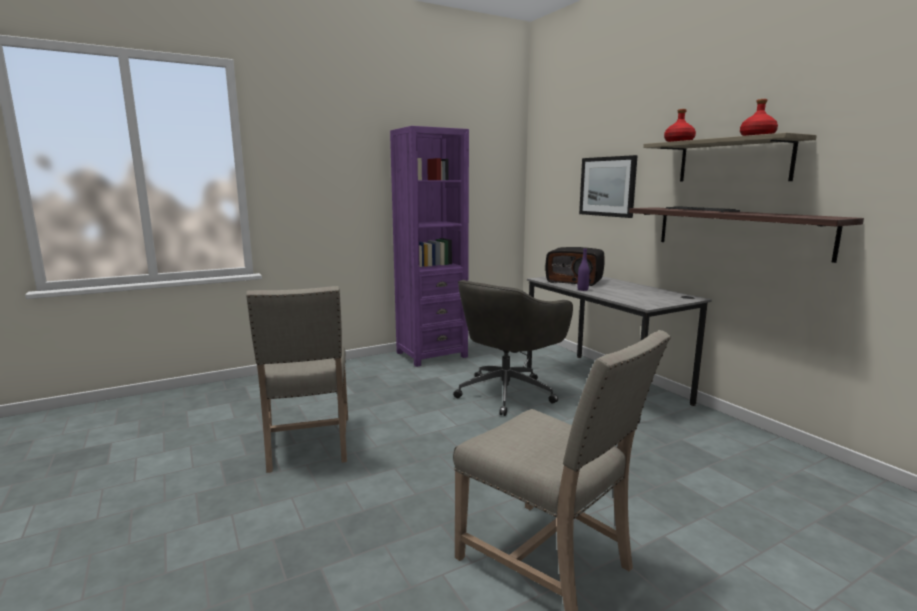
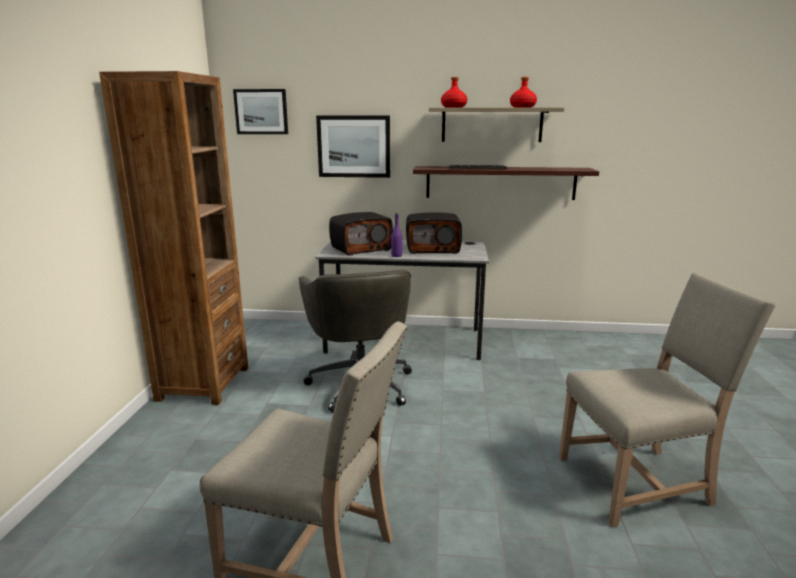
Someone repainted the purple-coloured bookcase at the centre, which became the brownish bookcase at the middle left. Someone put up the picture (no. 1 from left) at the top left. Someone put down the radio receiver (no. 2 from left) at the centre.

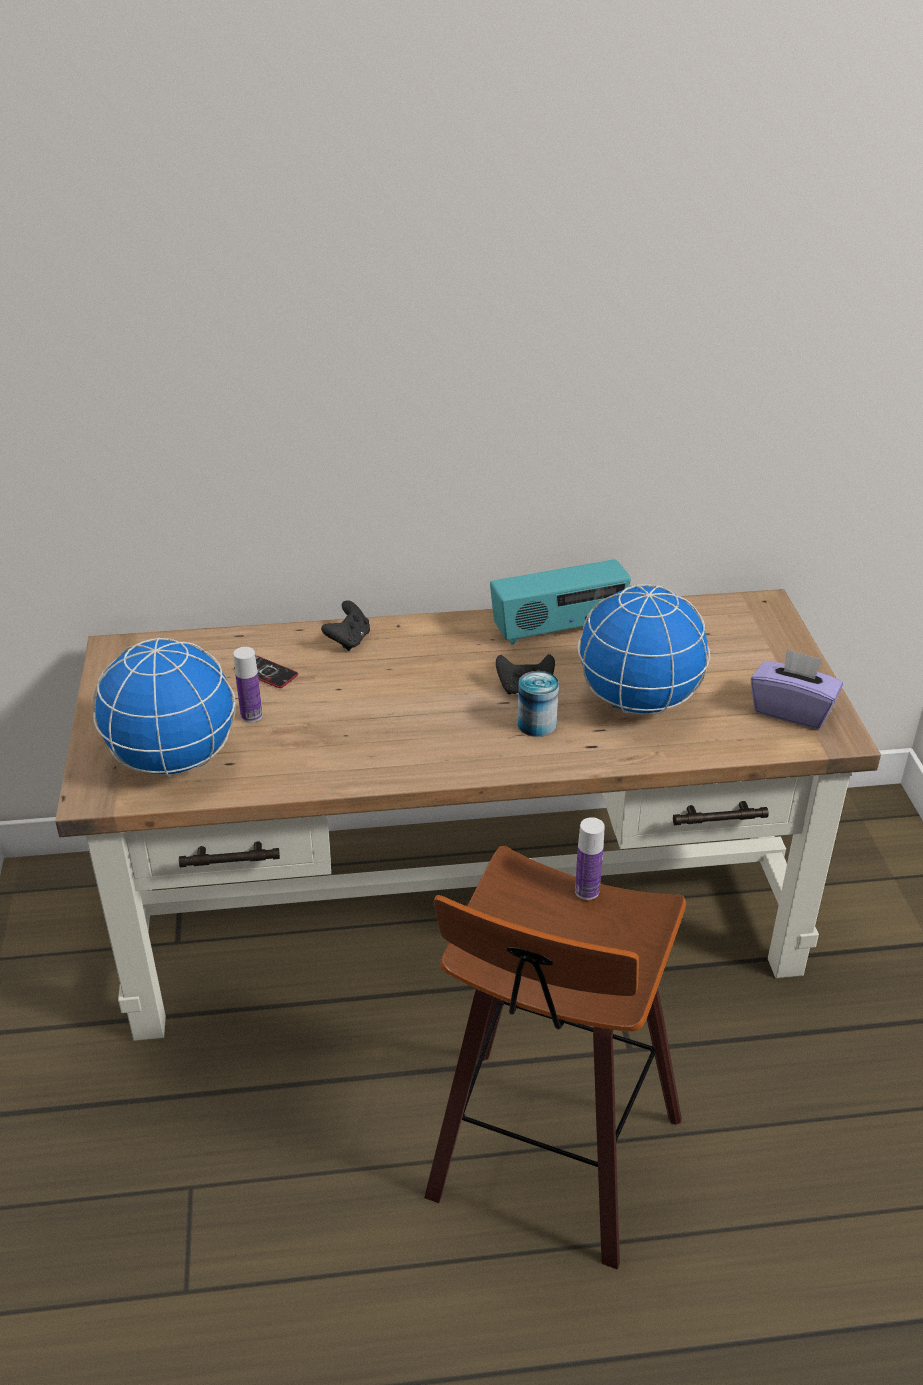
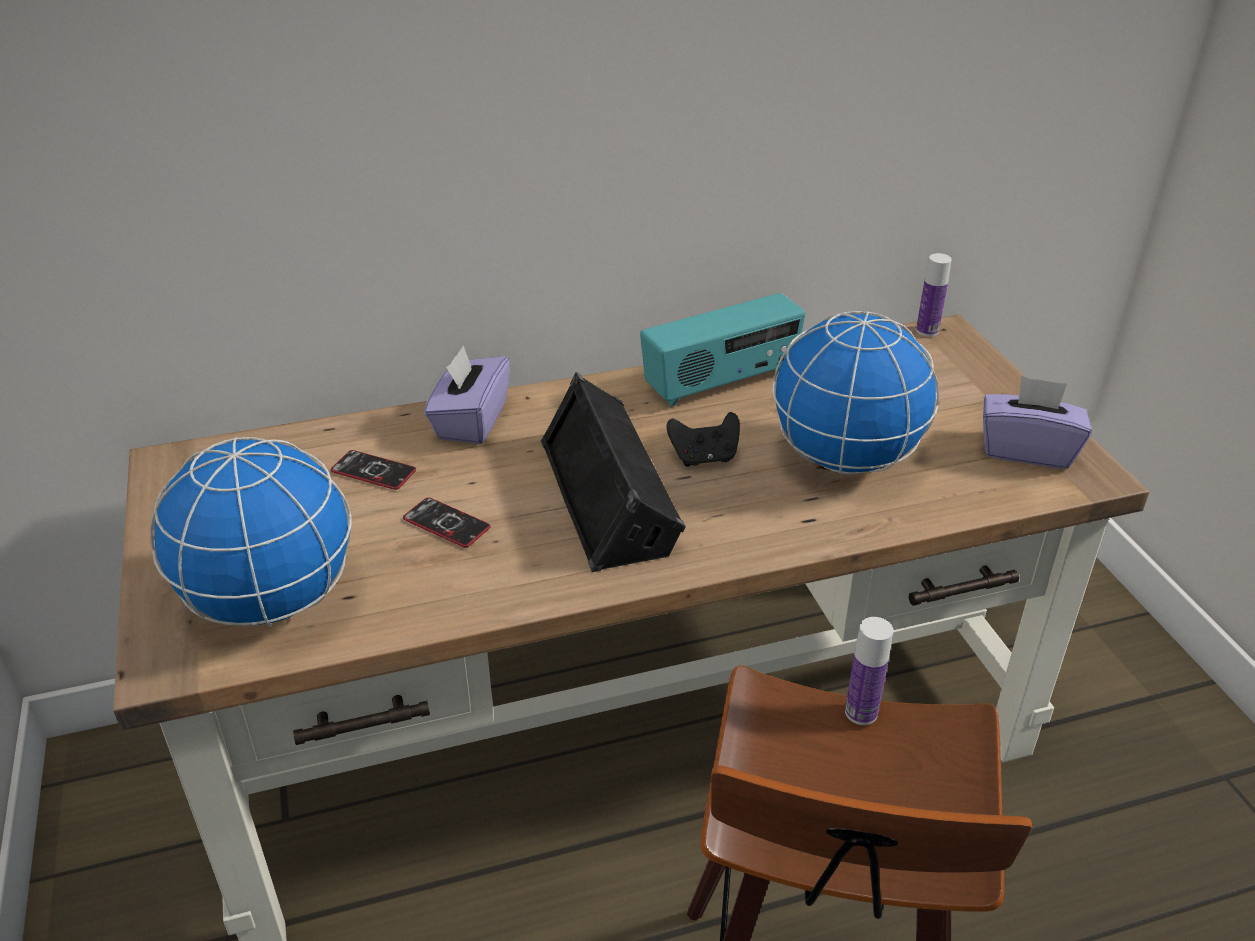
Someone swapped the black-coloured game controller (no. 1 from left) at the centre for the purple-coloured tissue holder (no. 1 from left) at the centre. Someone carried the bottle (no. 1 from left in the first image) from the middle left to the top right. Someone took away the sealed can at the centre. Someone put down the black-coloured loudspeaker at the centre. Someone put down the phone (no. 2 from left) at the centre.

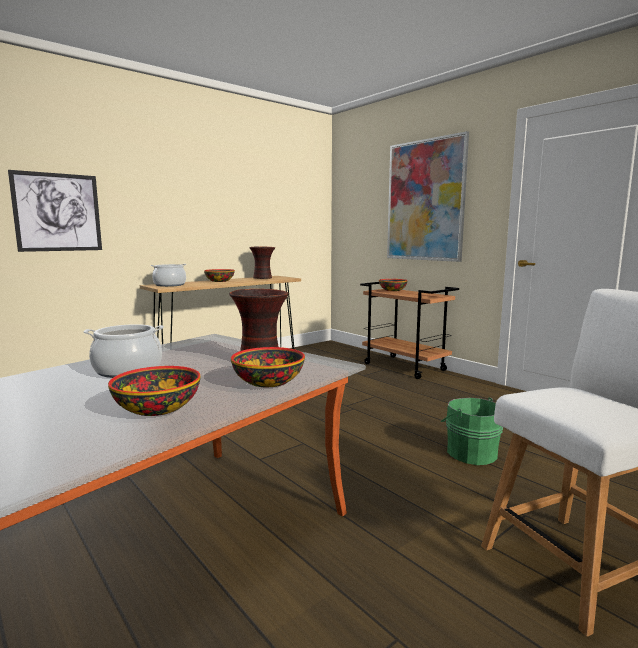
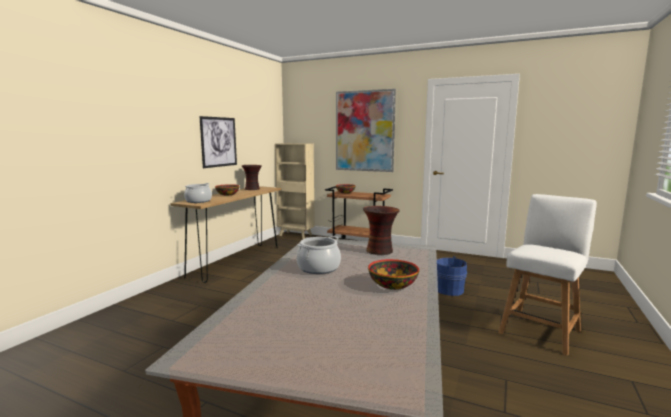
Someone carried the picture (no. 1 from left) from the top left to the middle left. Someone took away the deep dish (no. 3 from left) at the centre. Someone repainted the green-coloured bucket at the middle right, which became the bluish bucket at the middle right. Someone put down the sand-coloured bookcase at the centre.

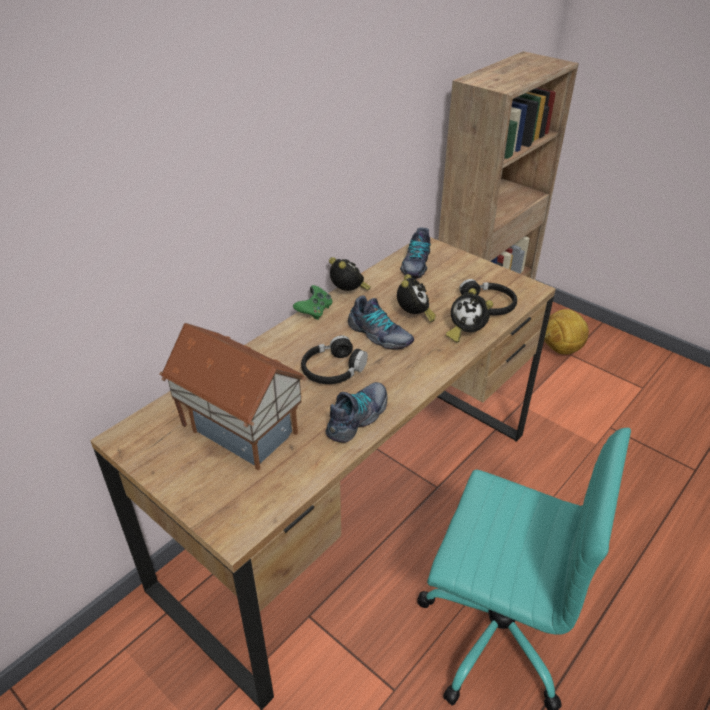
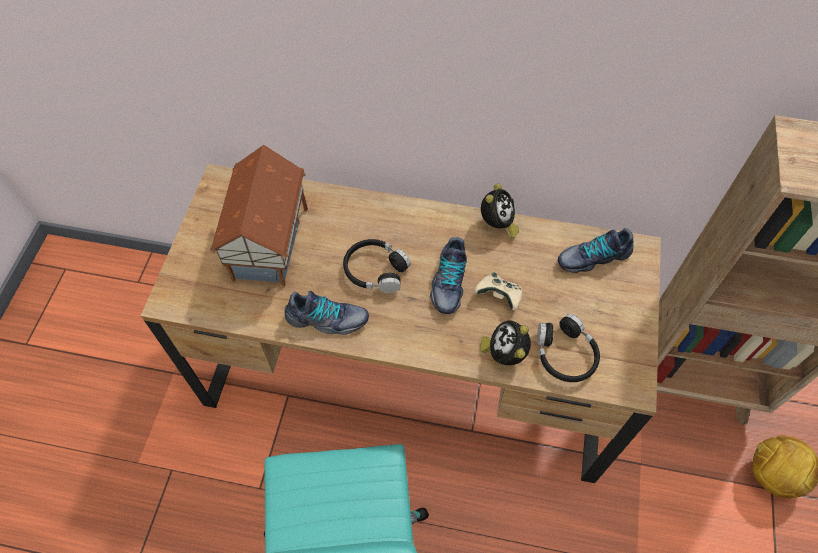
Someone swapped the table clock (no. 2 from left) at the centre for the sand-coloured game controller at the centre. Someone took away the green-coloured game controller at the centre.

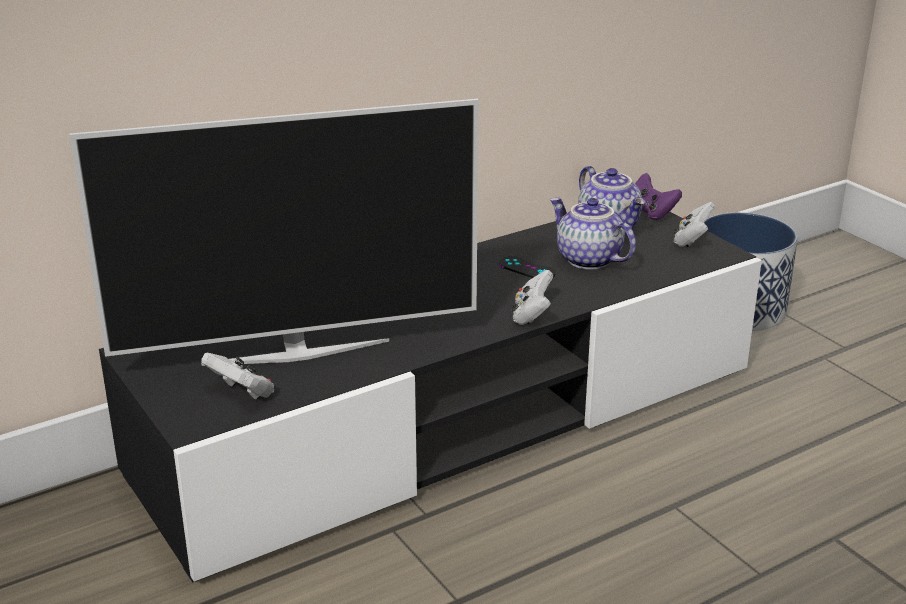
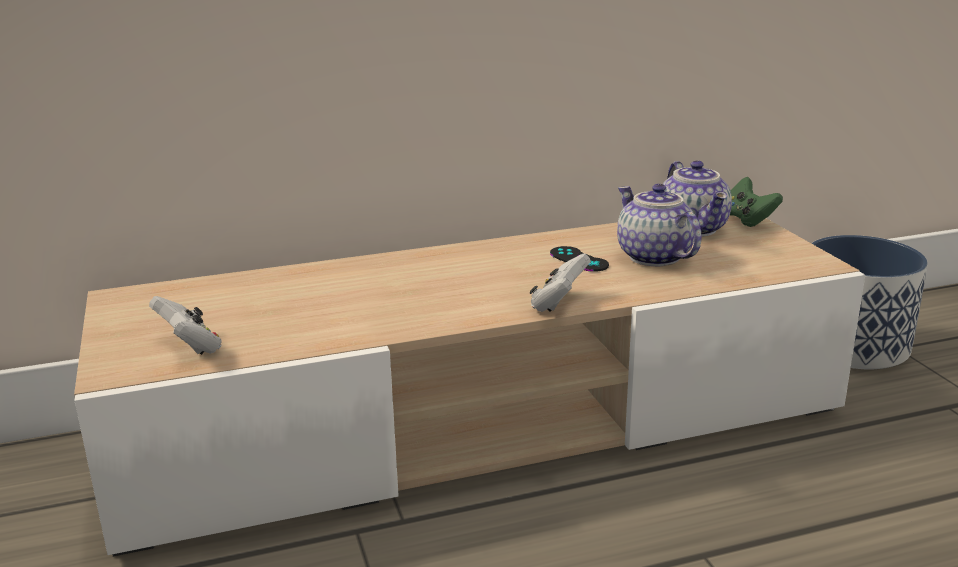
Someone took away the TV at the middle left. Someone repainted the purple-coloured game controller at the top right, which became the green-coloured game controller at the middle right. Someone took away the white-coloured game controller (no. 3 from left) at the middle right. Someone repainted the black-coloured media console at the centre, which became the sand-coloured media console at the bottom centre.

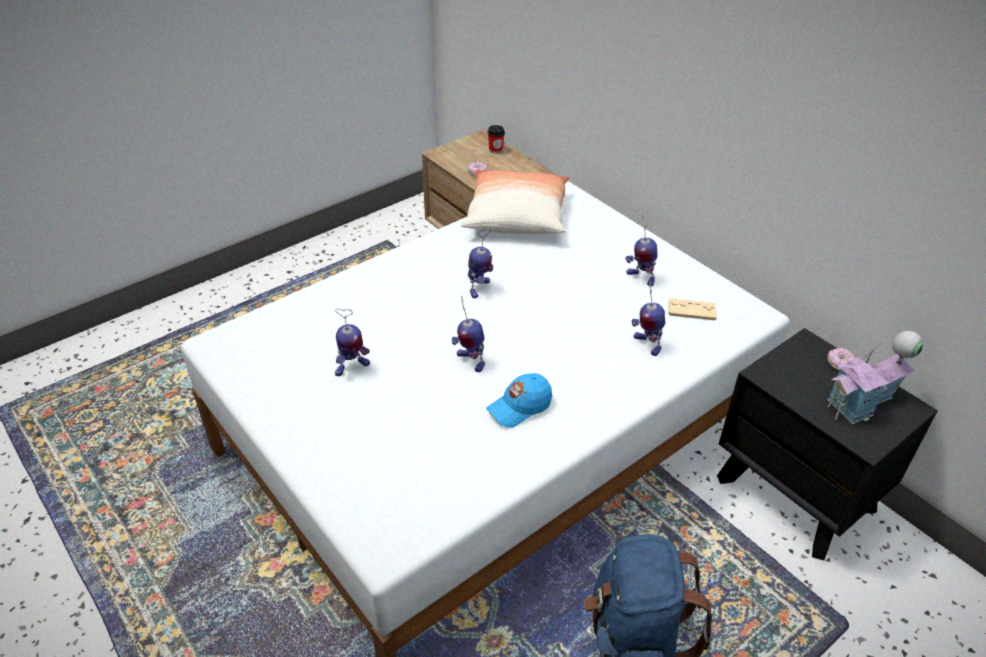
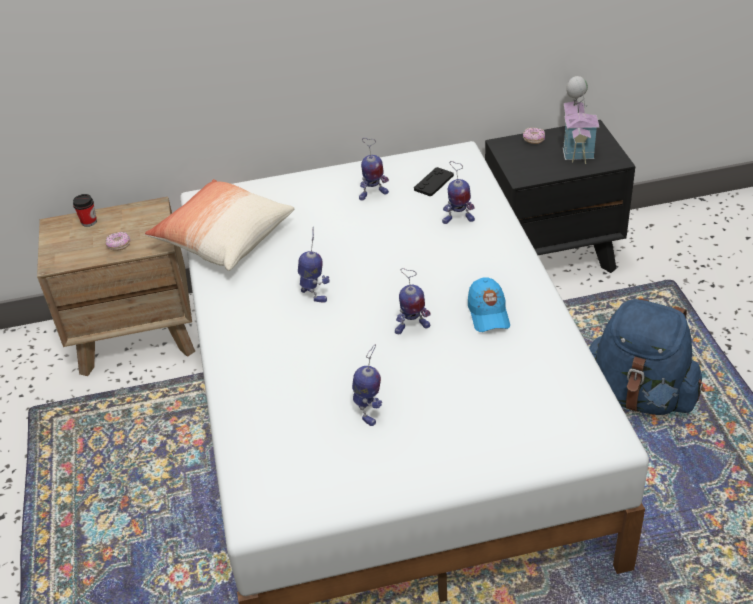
Someone repainted the sand-coloured game controller at the middle right, which became the black-coloured game controller at the top centre.

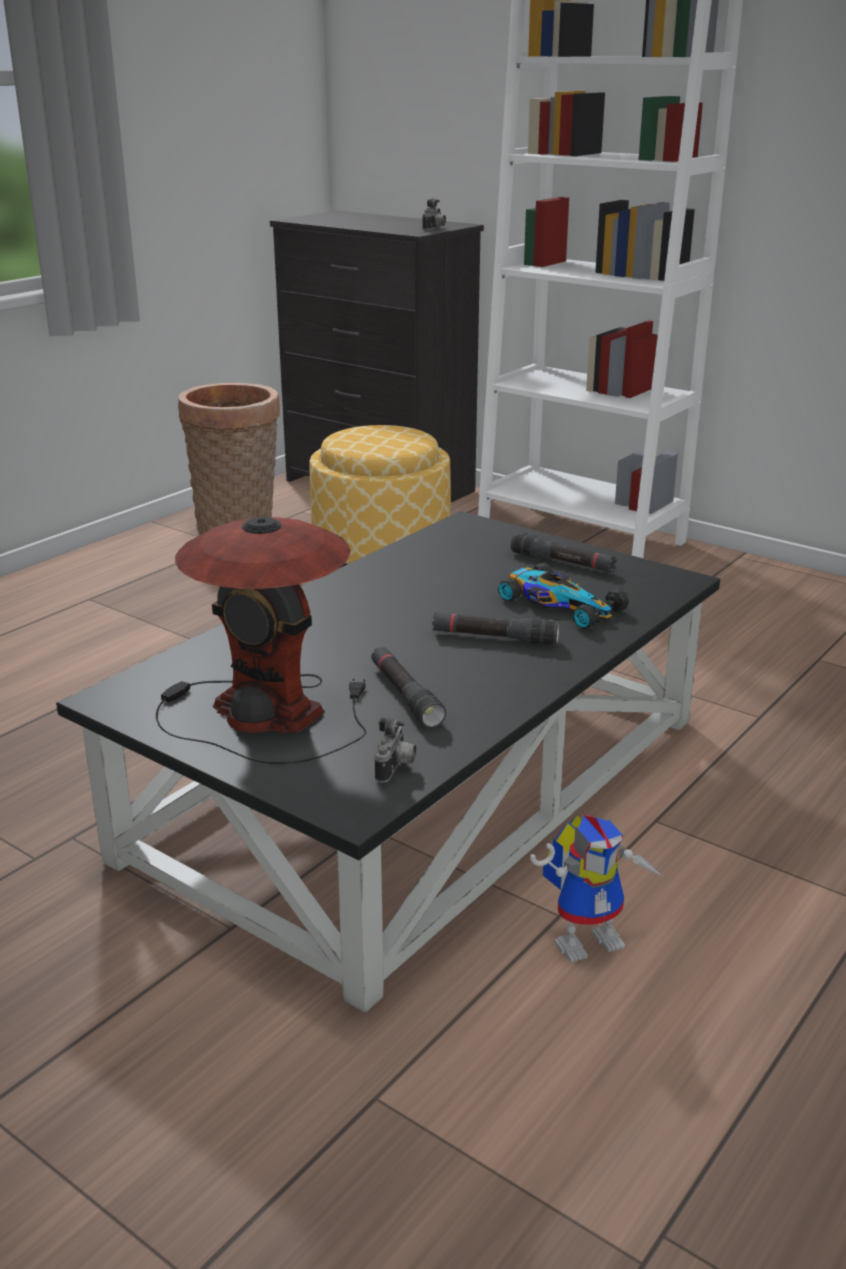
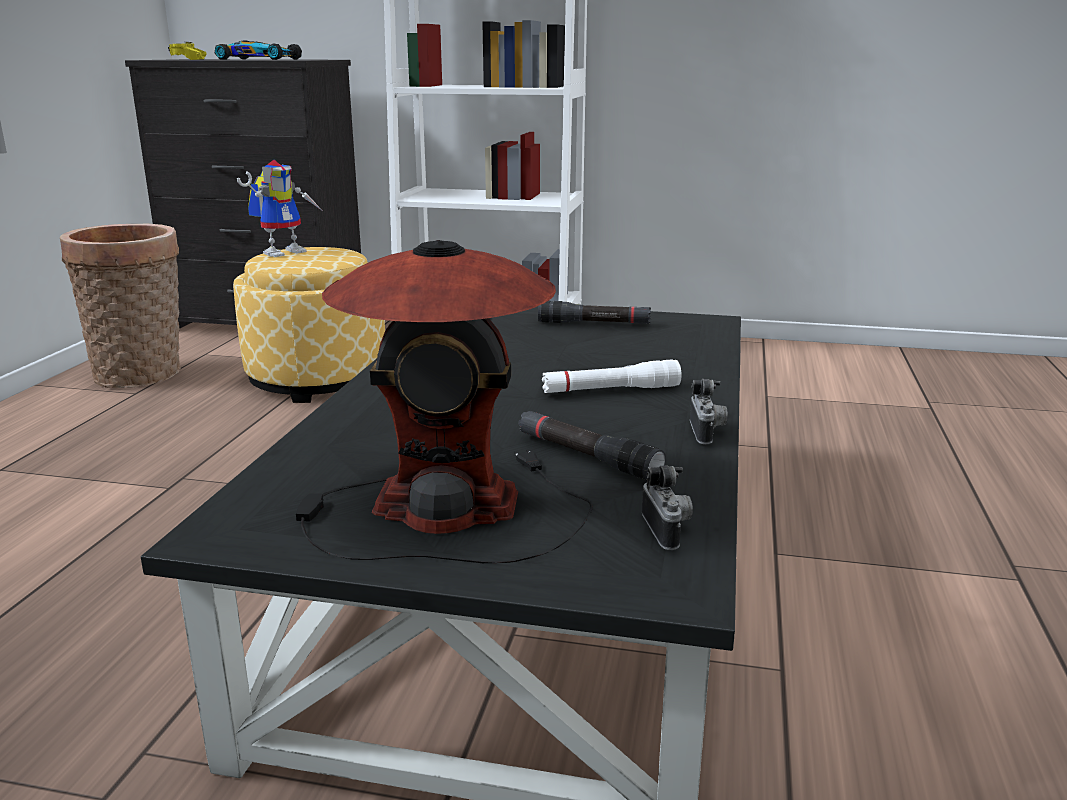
Someone carried the photo camera (no. 2 from left) from the top centre to the centre. Someone carried the miniature car from the centre to the top left. Someone repainted the black-coloured torch (no. 2 from left) at the centre, which became the white-coloured torch at the centre. Someone carried the model robot from the bottom right to the top left. Someone put down the yellow-coloured game controller at the top left.

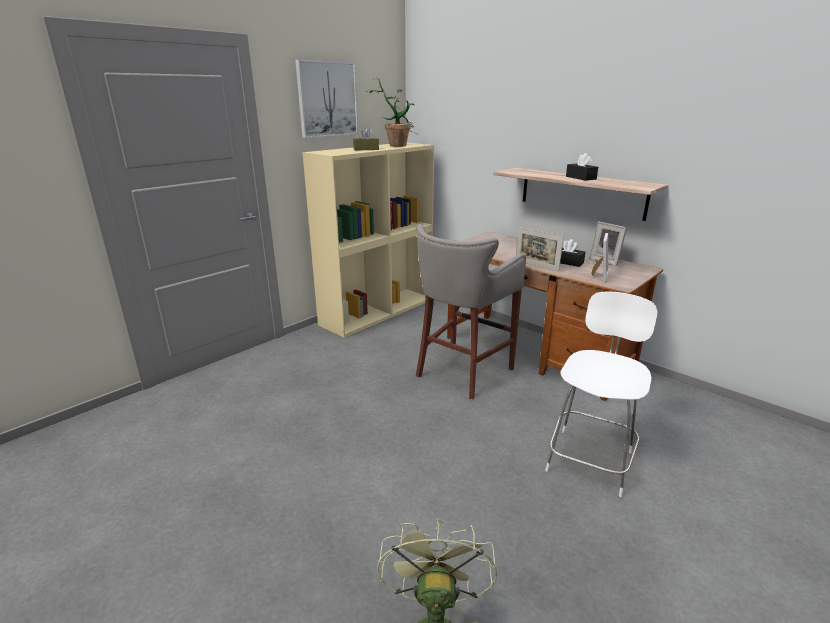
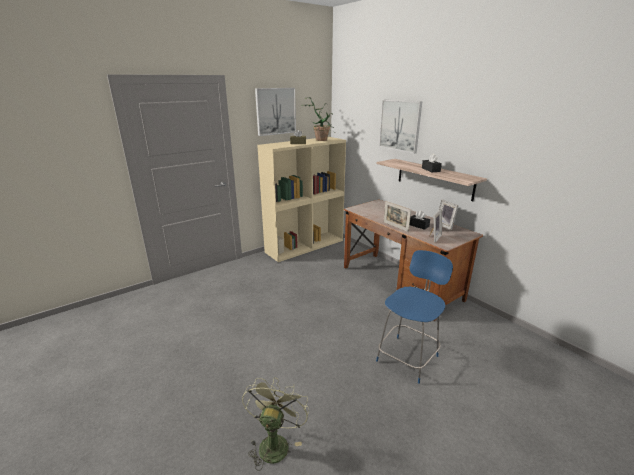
Someone took away the grey stool at the centre. Someone repainted the white-coloured upright chair at the middle right, which became the bluish upright chair at the bottom centre. Someone put up the picture (no. 2 from left) at the top centre.

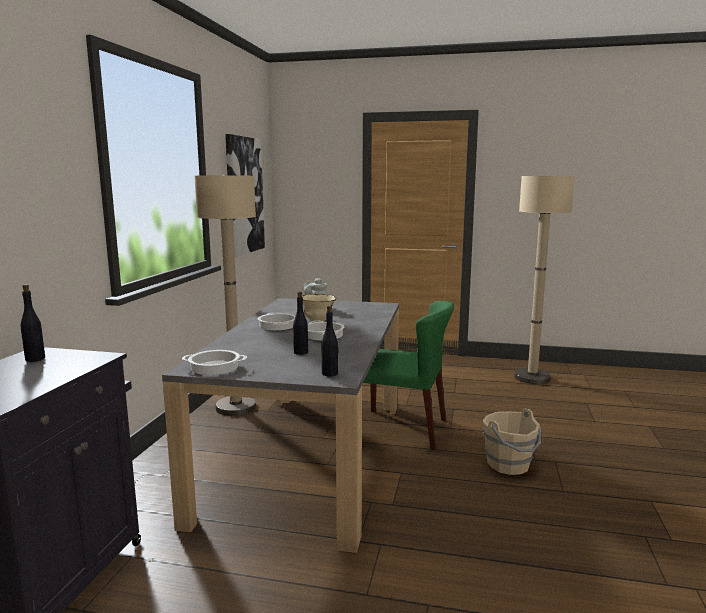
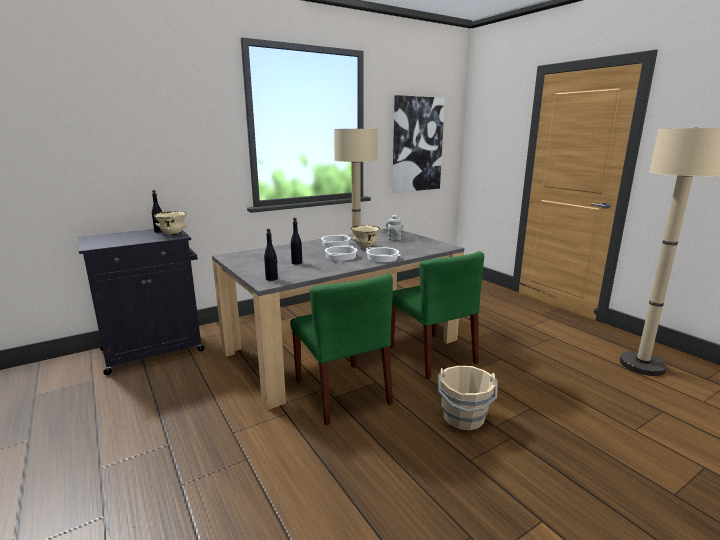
Someone carried the saucepot (no. 1 from left in the first image) from the middle left to the centre. Someone put down the sand-coloured deep dish (no. 1 from left) at the middle left. Someone put down the green-coloured upright chair (no. 1 from left) at the centre.

